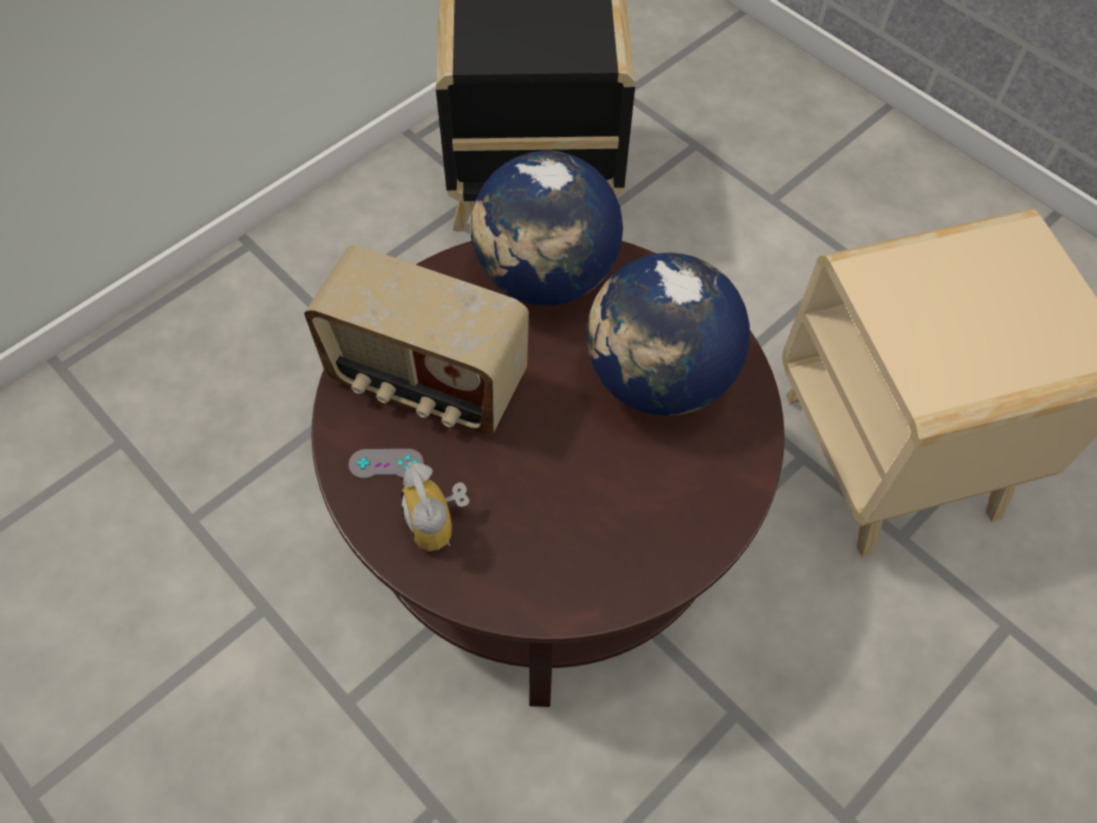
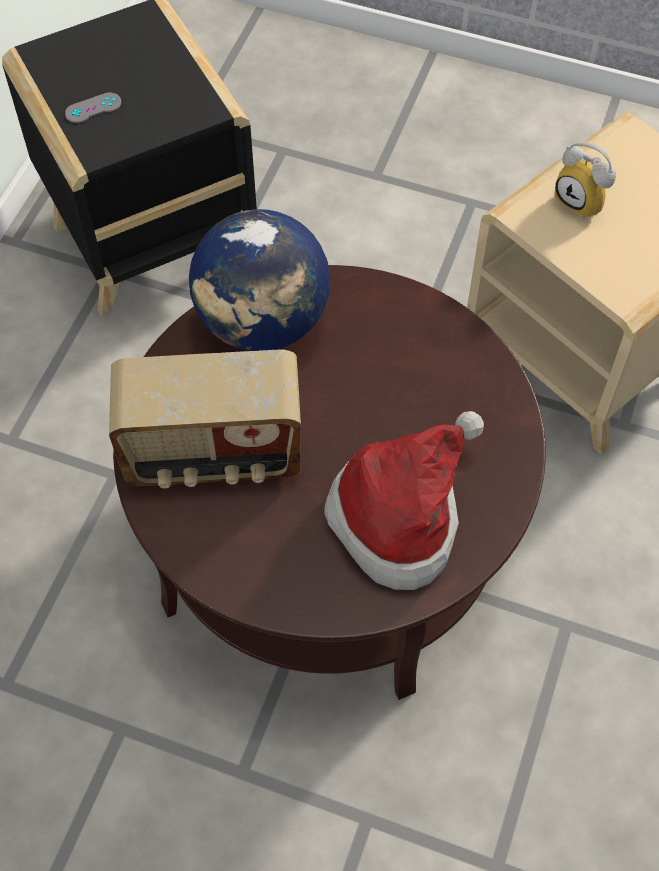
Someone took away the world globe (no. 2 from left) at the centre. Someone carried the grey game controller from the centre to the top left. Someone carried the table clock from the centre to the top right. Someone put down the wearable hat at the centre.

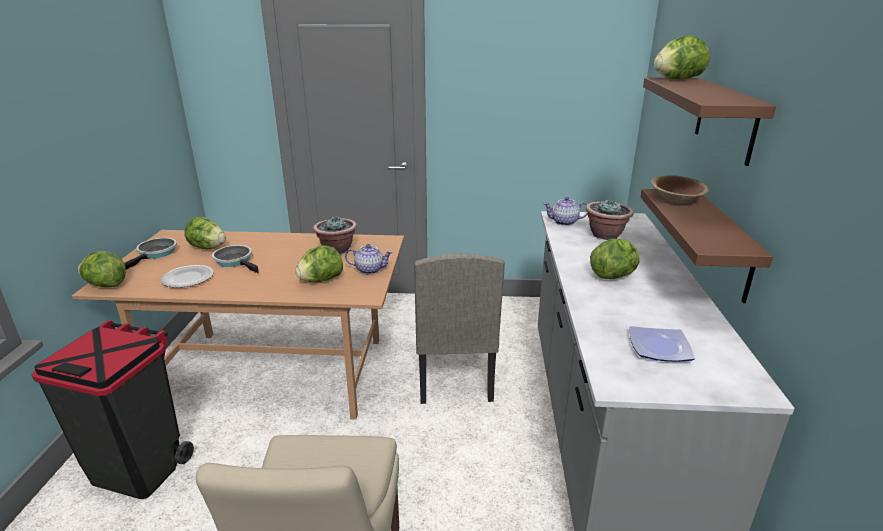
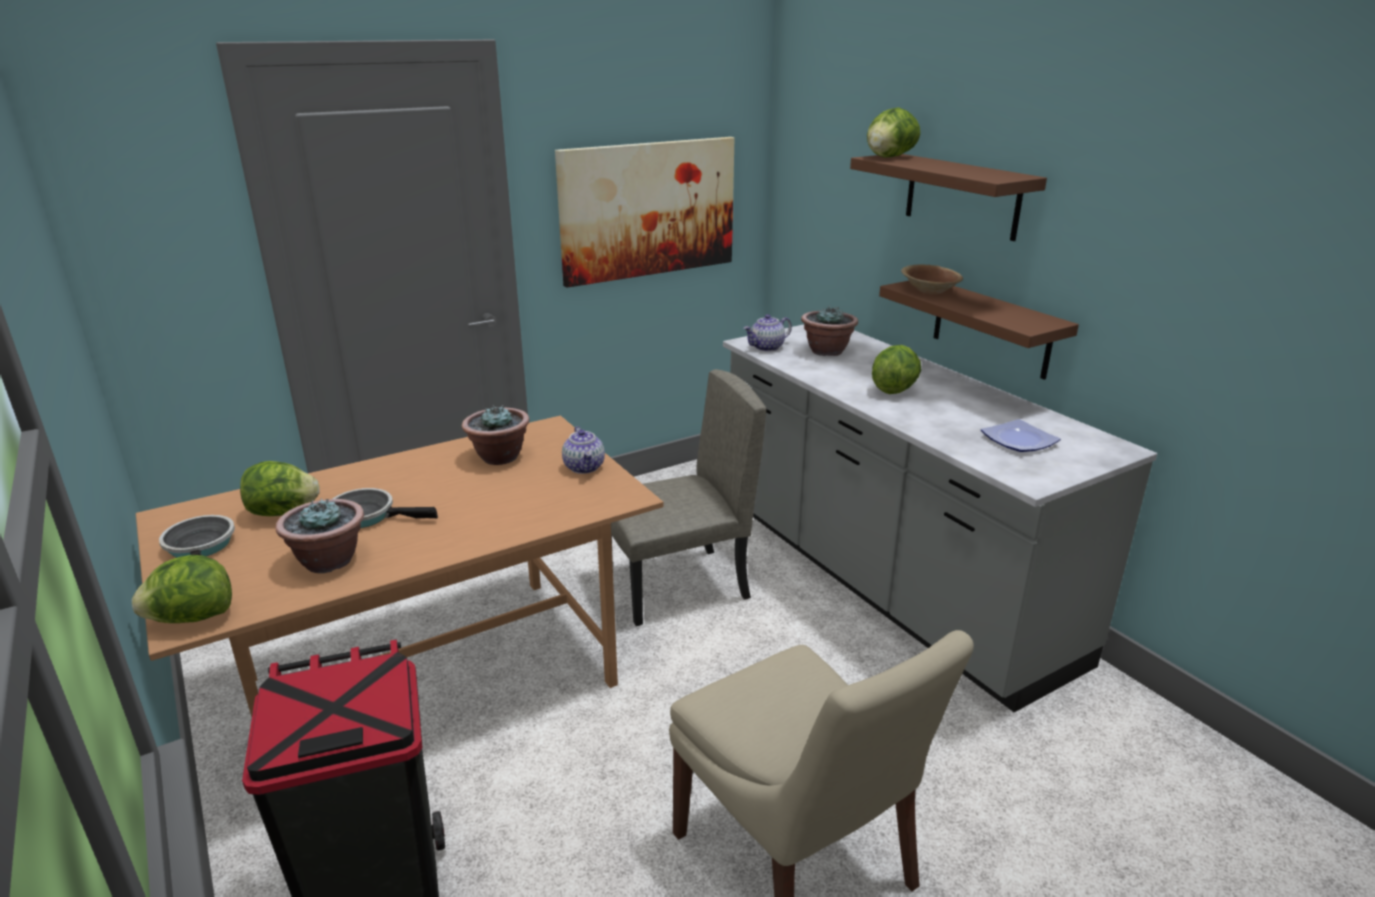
Someone rotated the tea pot (no. 1 from left) at the centre by 105 degrees clockwise. Someone took away the head of lettuce (no. 3 from left) at the centre. Someone rotated the sand-coloured upright chair (no. 2 from left in the first image) at the centre by 75 degrees counterclockwise. Someone swapped the plate (no. 1 from left) at the middle left for the plant in a pot (no. 1 from left) at the middle left. Someone put up the picture at the top centre.

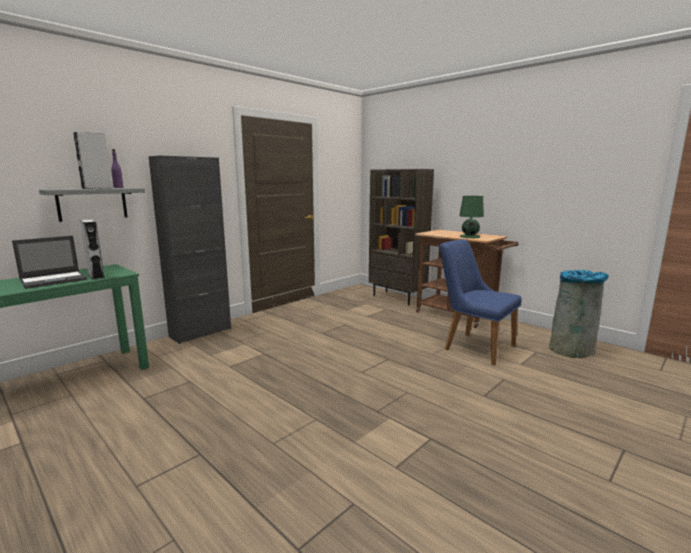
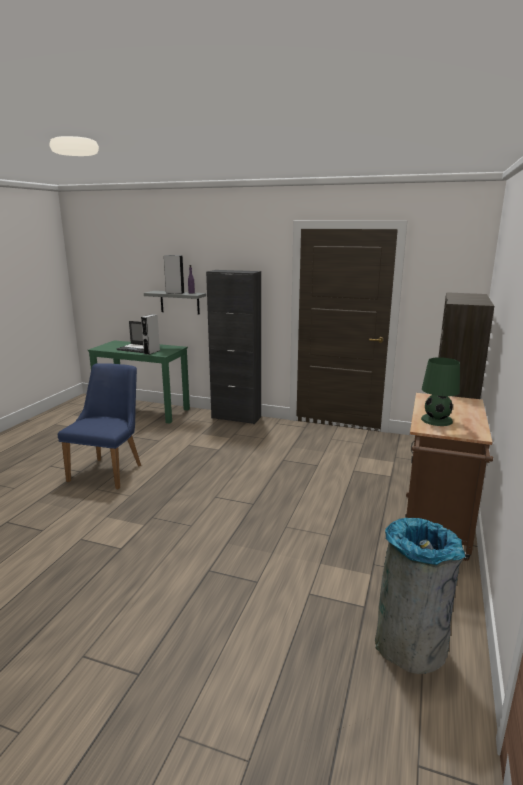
Someone carried the bluish upright chair from the middle right to the middle left.

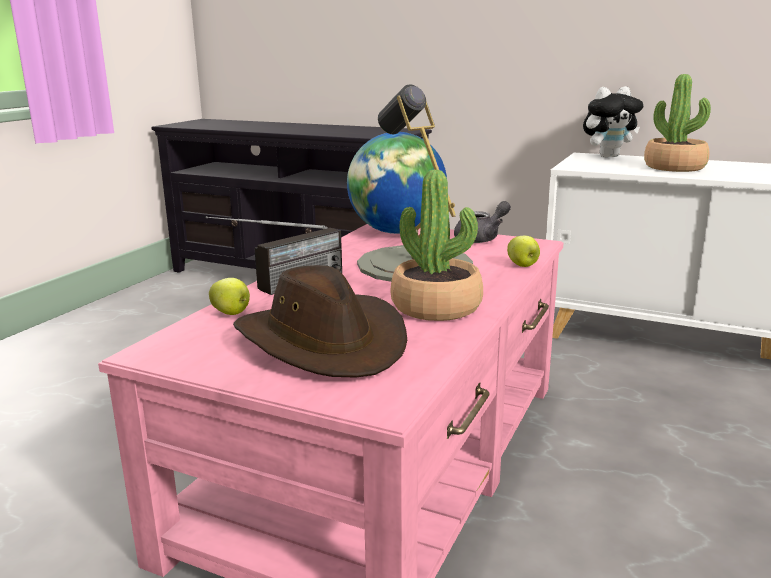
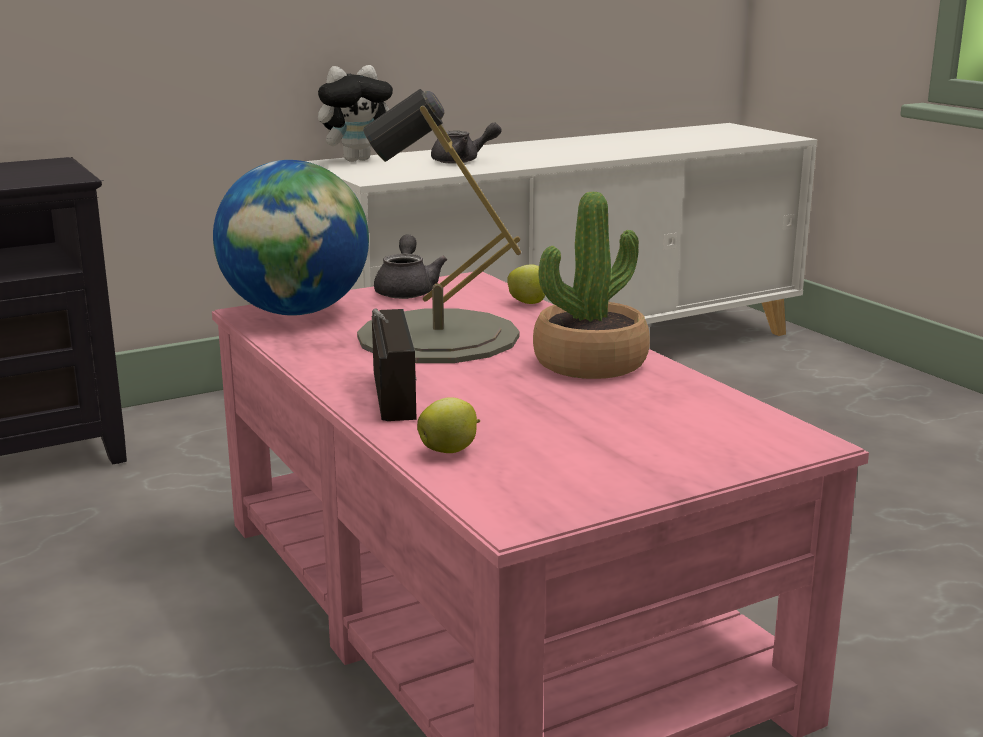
Someone swapped the plant in a pot (no. 2 from left) at the top right for the grey tea pot (no. 2 from left) at the top centre. Someone rotated the soft toy at the top right by 45 degrees clockwise. Someone took away the brownish wearable hat at the centre.

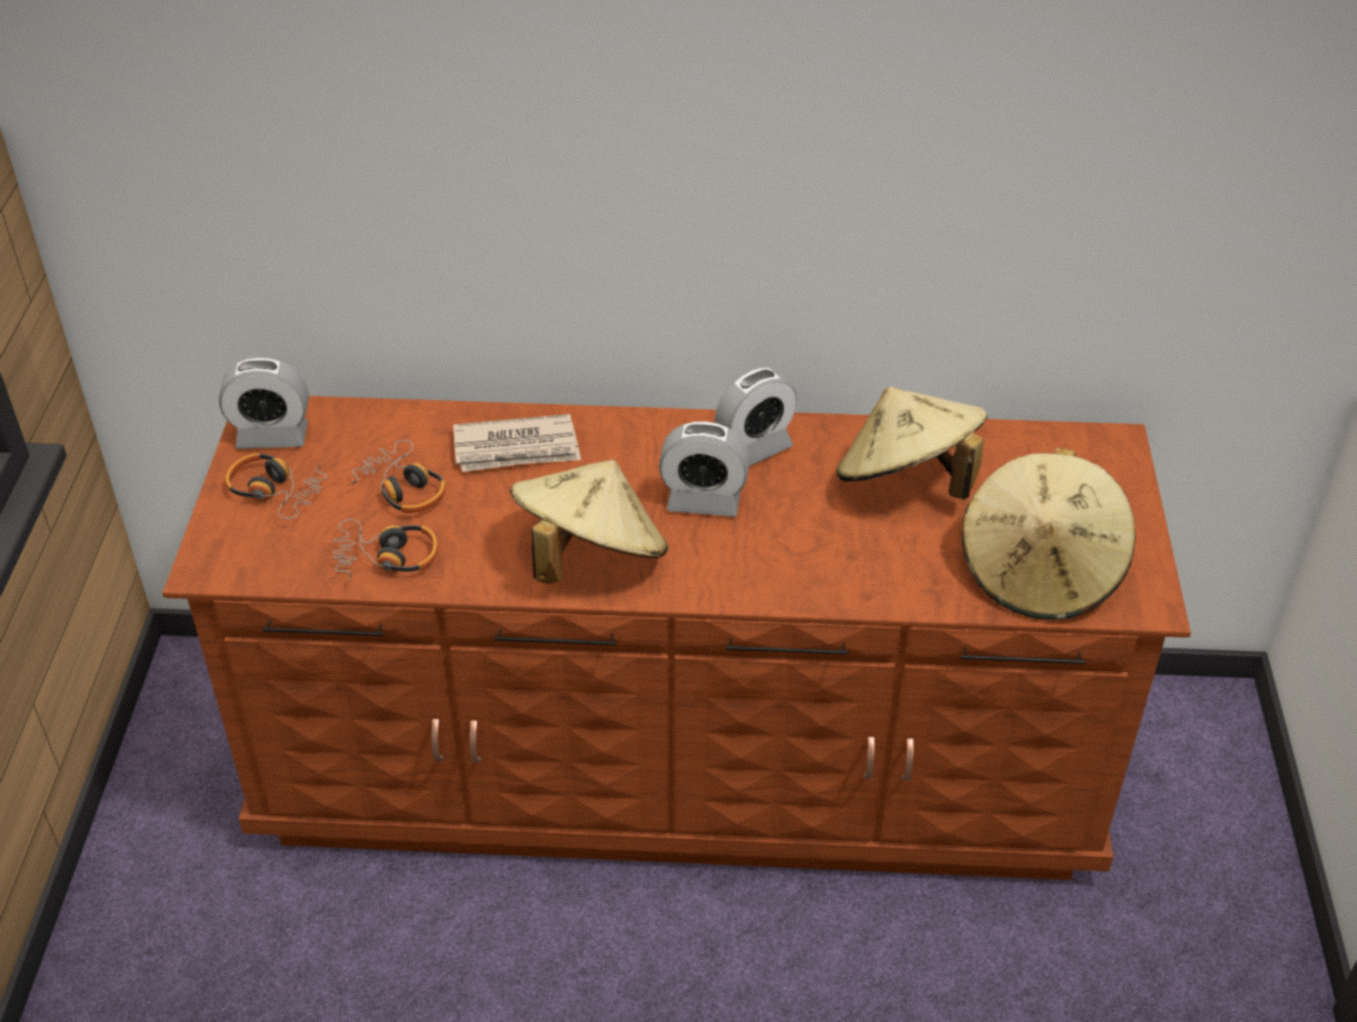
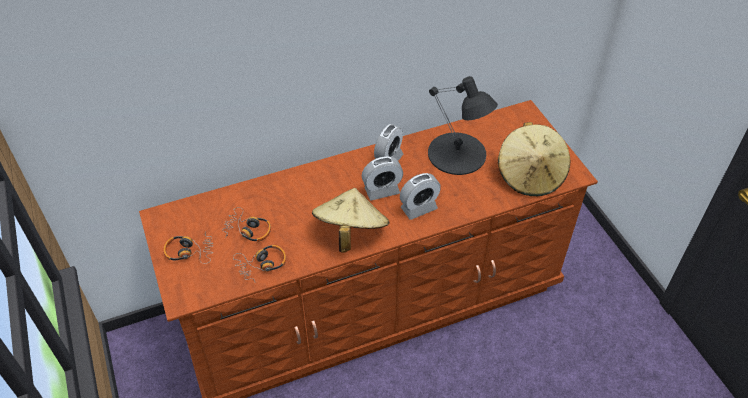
Someone carried the table clock (no. 1 from left in the first image) from the middle left to the centre. Someone swapped the sand-coloured wearable hat (no. 2 from left) at the middle right for the black-coloured lamp for a table at the top centre. Someone took away the daily paper at the centre.

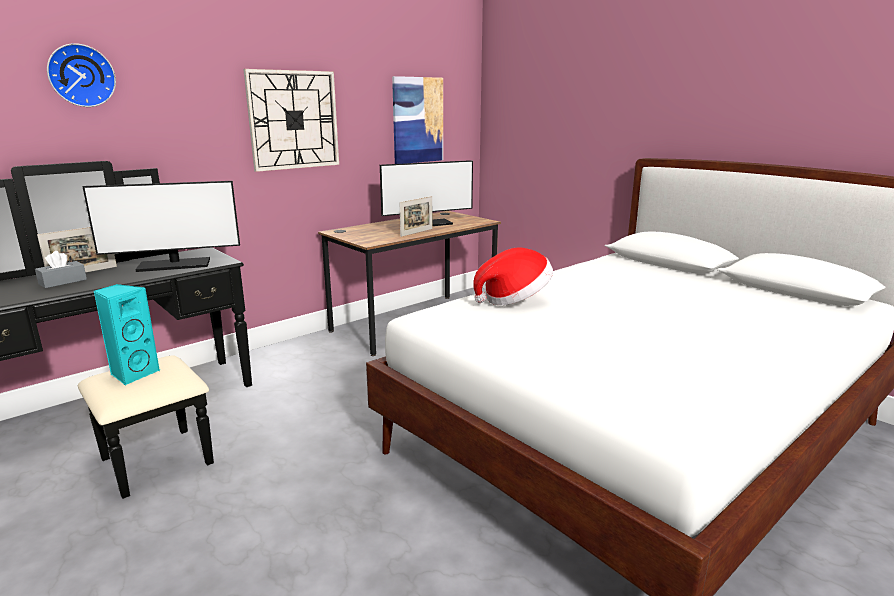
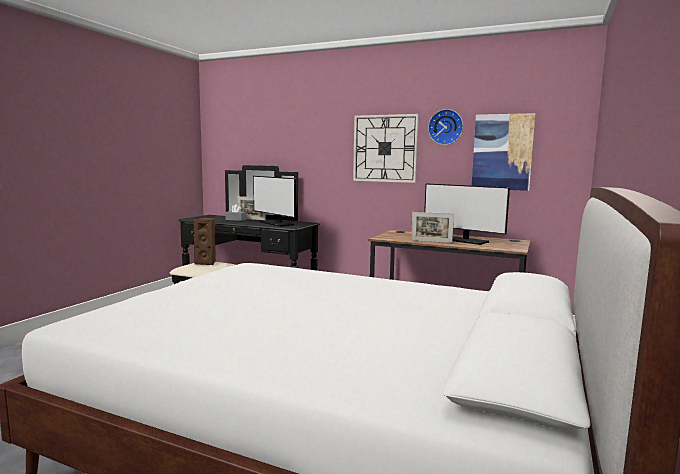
Someone carried the wall clock (no. 1 from left in the first image) from the top left to the top centre. Someone took away the wearable hat at the centre. Someone repainted the blue-green loudspeaker at the middle left, which became the brownish loudspeaker at the middle left.

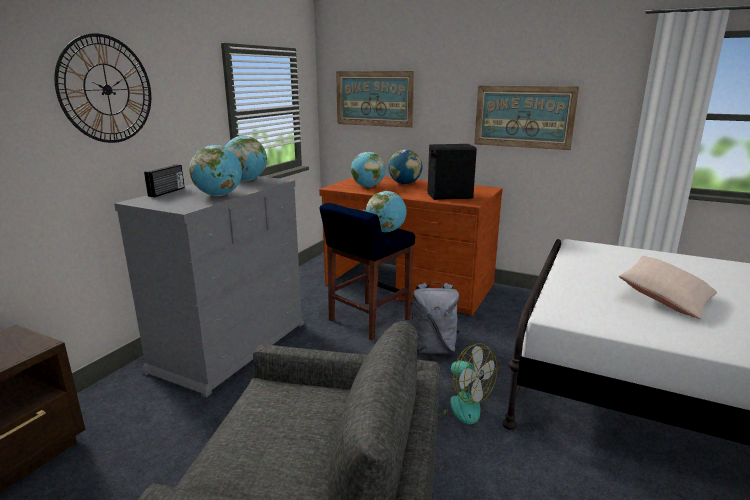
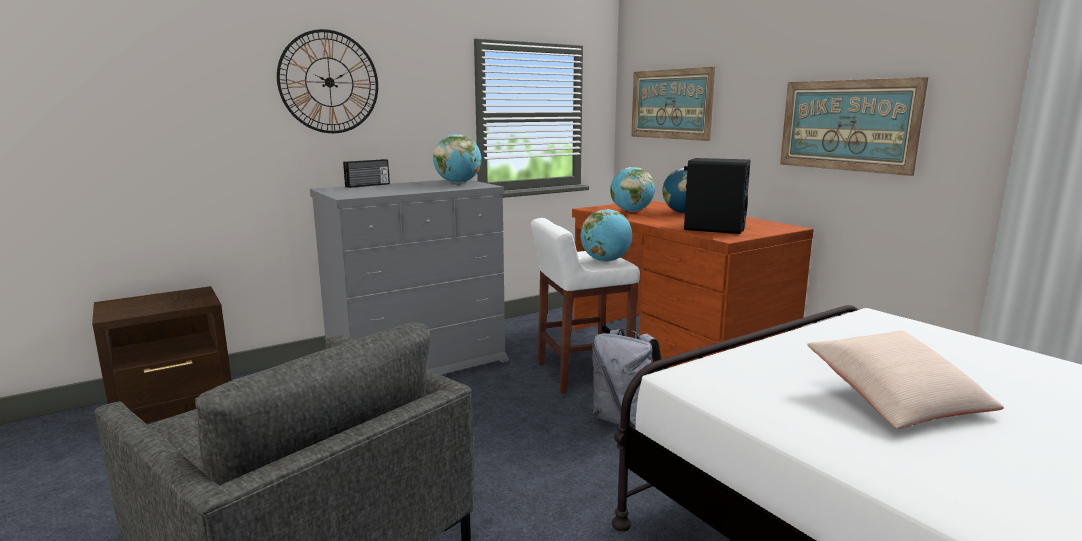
Someone took away the world globe (no. 1 from left) at the middle left. Someone repainted the bluish stool at the centre, which became the white-coloured stool at the centre. Someone took away the electric fan at the bottom centre.

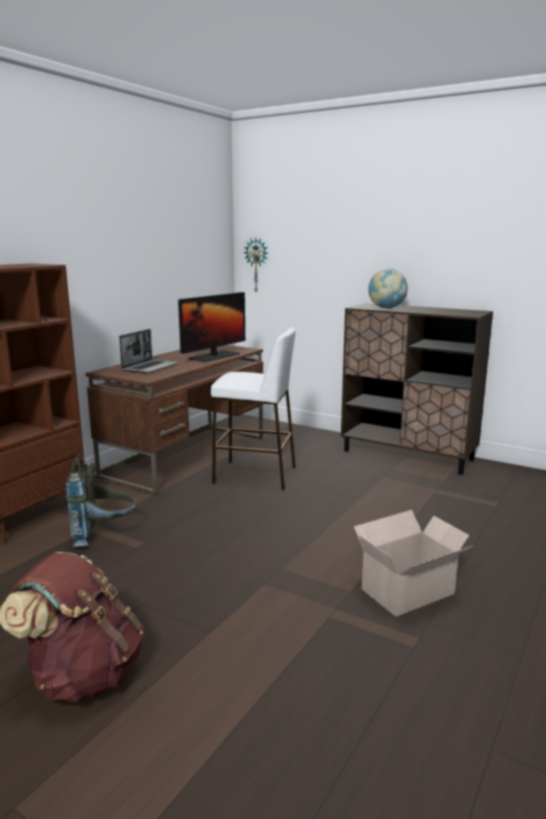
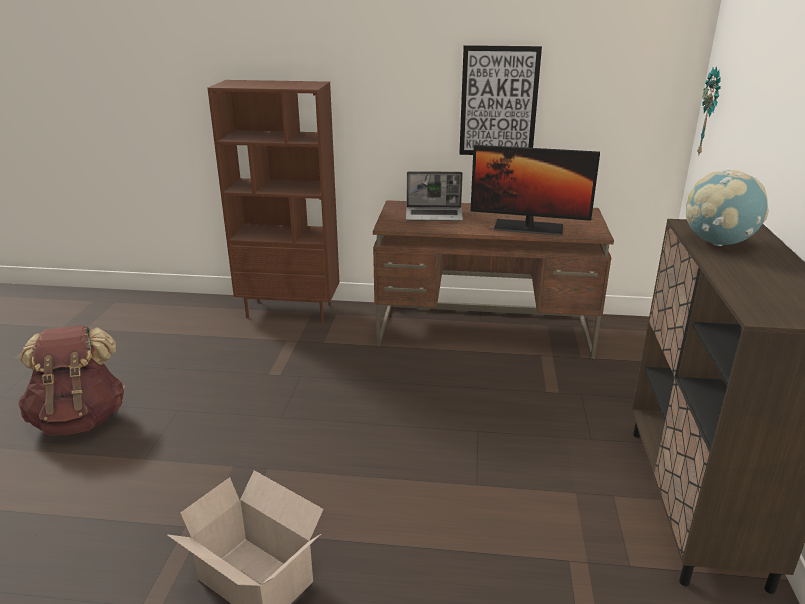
Someone took away the white-coloured stool at the centre. Someone took away the grey backpack at the middle left. Someone put up the picture at the top centre.

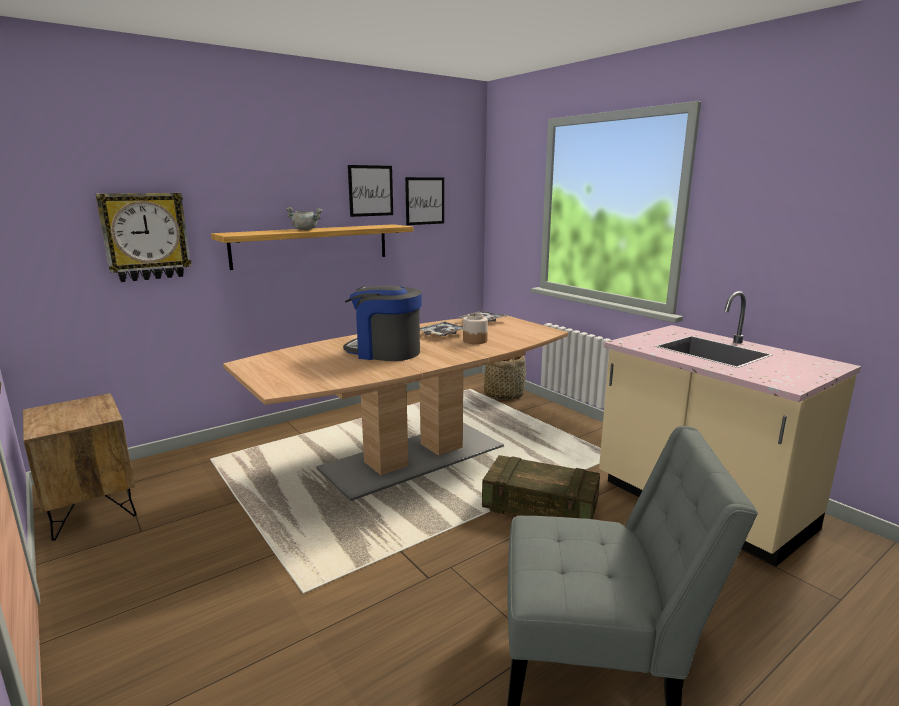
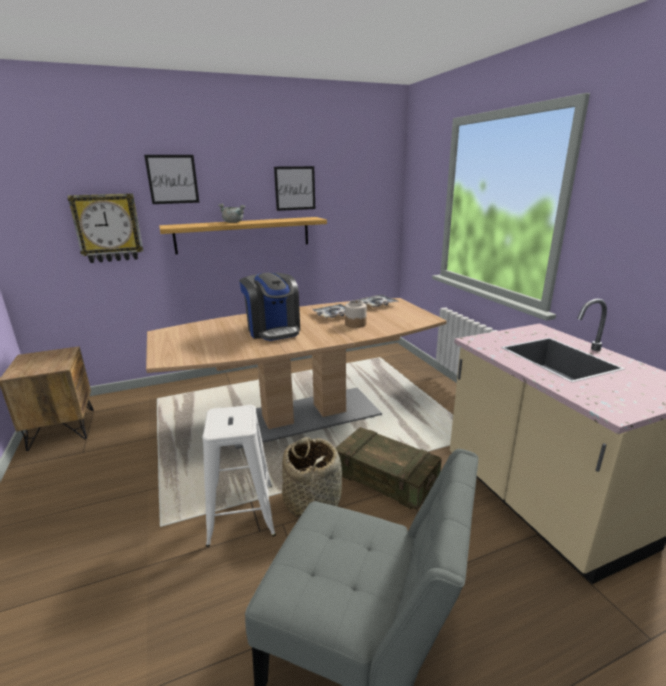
Someone carried the picture (no. 2 from left in the first image) from the top centre to the top left. Someone rotated the coffee machine at the centre by 150 degrees counterclockwise. Someone carried the household basket from the centre to the bottom centre. Someone put down the white-coloured stool at the bottom centre.

